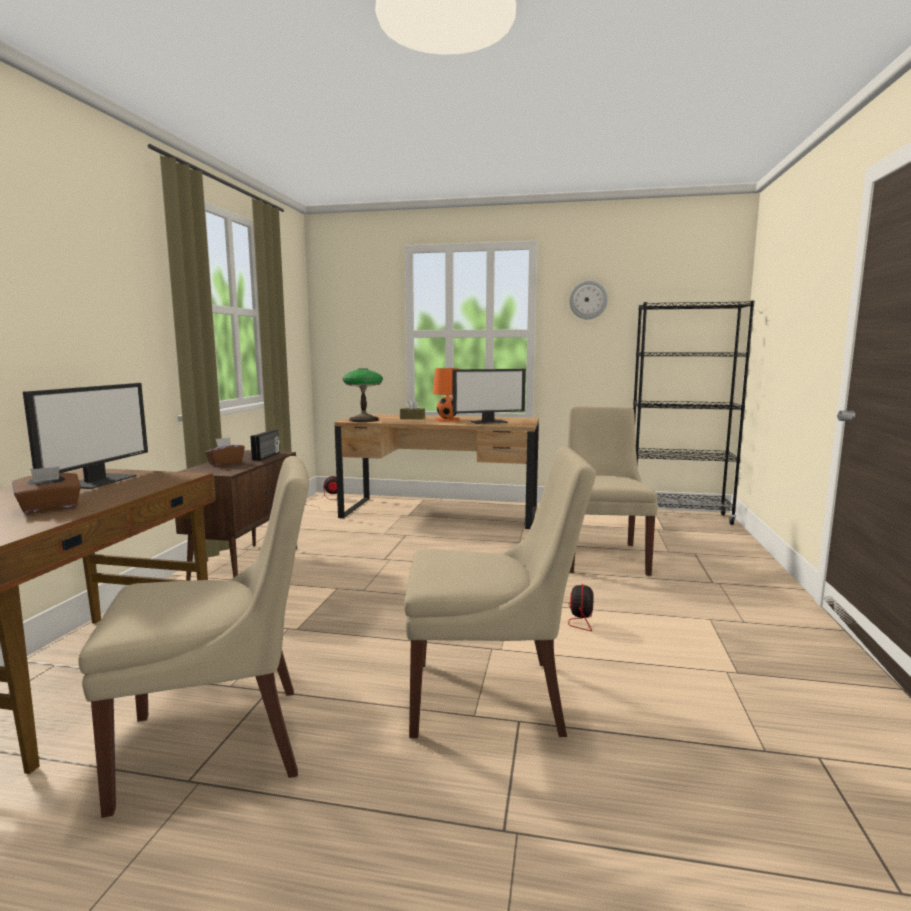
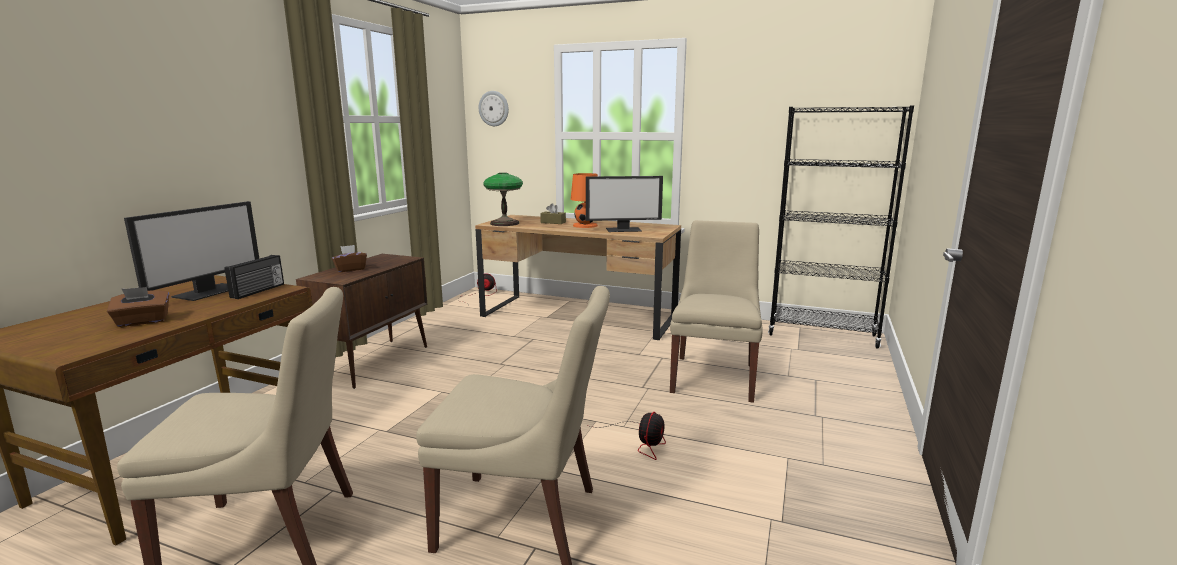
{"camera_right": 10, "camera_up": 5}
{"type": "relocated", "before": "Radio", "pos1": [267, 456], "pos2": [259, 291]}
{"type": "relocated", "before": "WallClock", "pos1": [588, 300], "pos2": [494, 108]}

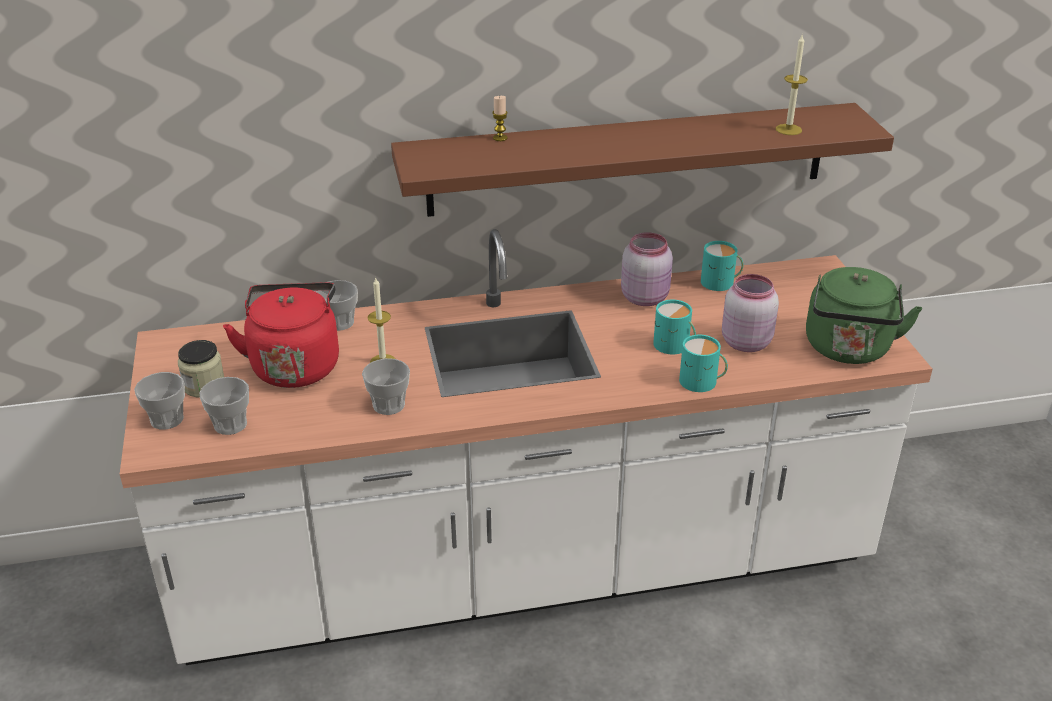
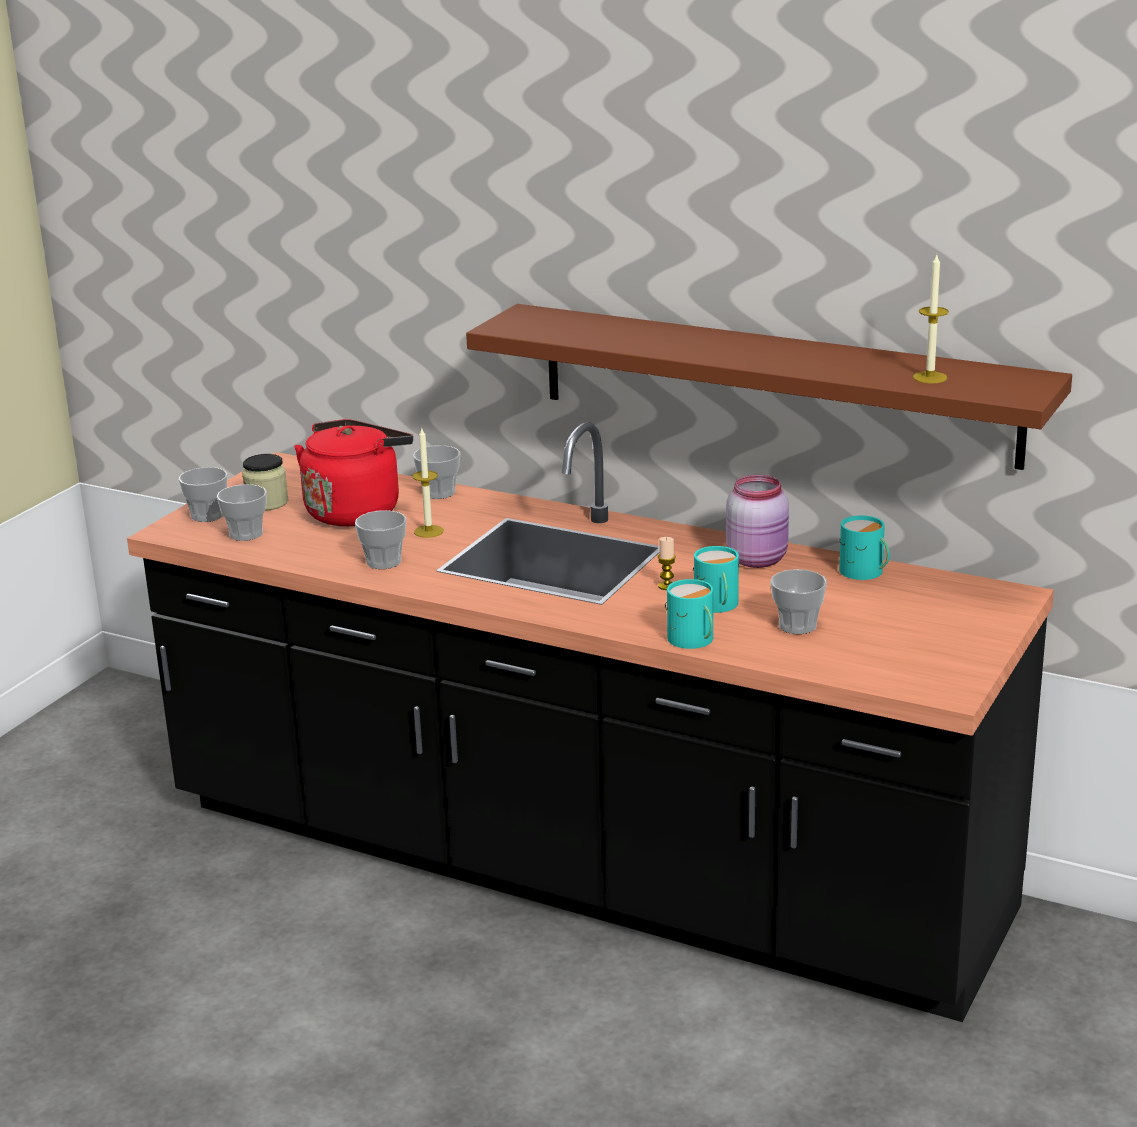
{"camera_right": 40, "camera_up": -10}
{"type": "colour", "before": "WhiteCounter", "after": "BlackCounter", "pos1": [526, 566], "pos2": [578, 865]}
{"type": "relocated", "before": "Candle", "pos1": [500, 138], "pos2": [666, 586]}
{"type": "exchanged", "before": "PinkJar", "after": "Cup", "pos1": [744, 342], "pos2": [797, 625]}
{"type": "missing", "before": "GreenKettle", "pos1": [848, 350]}

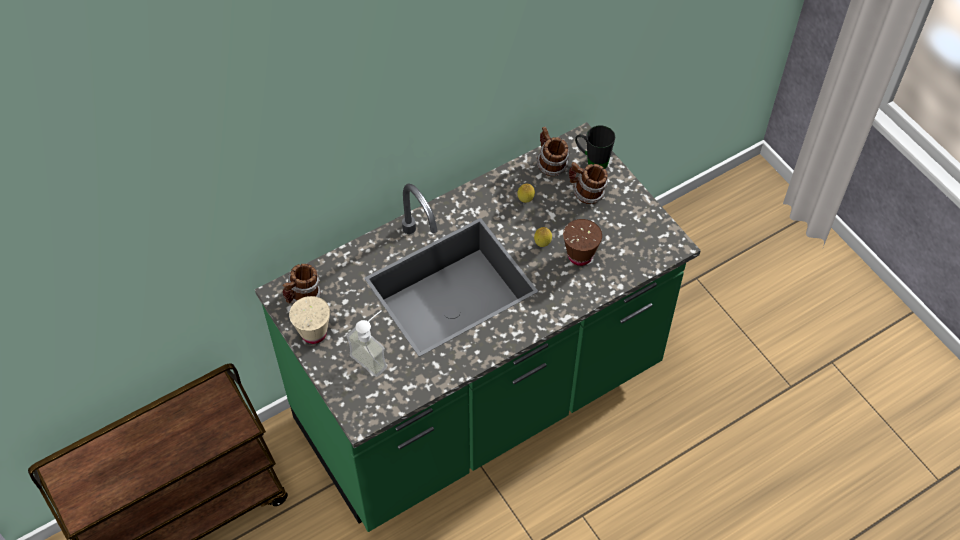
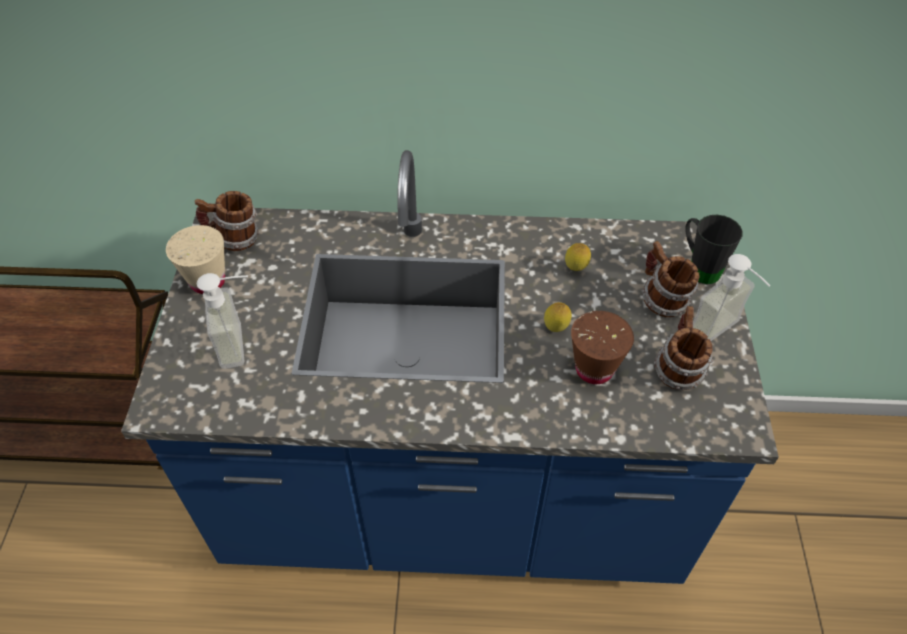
{"camera_right": 35, "camera_up": -5}
{"type": "colour", "before": "GreenCounter", "after": "BlueCounter", "pos1": [480, 399], "pos2": [453, 497]}
{"type": "relocated", "before": "Mug", "pos1": [550, 164], "pos2": [677, 369]}
{"type": "appeared", "after": "SoapDispenser", "pos2": [722, 334]}

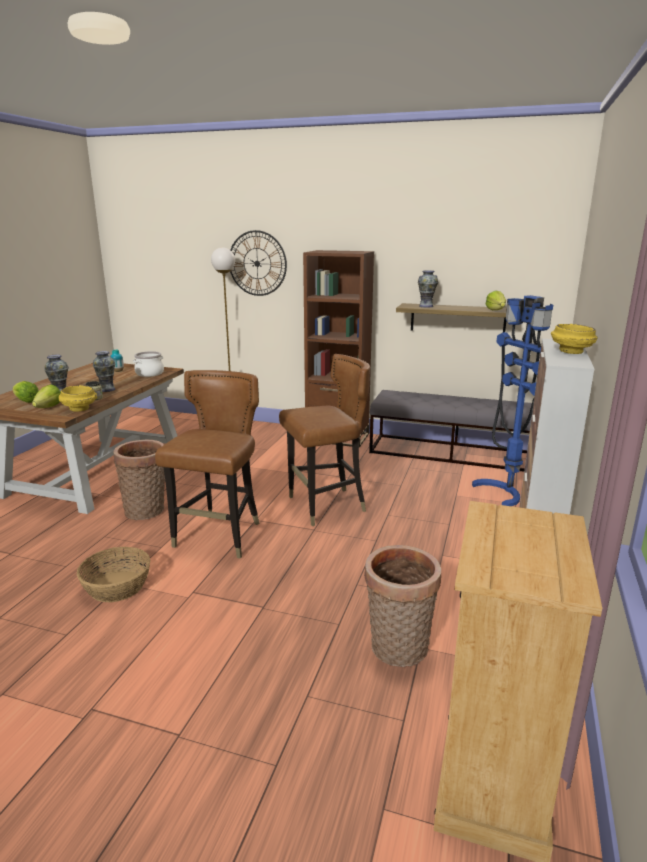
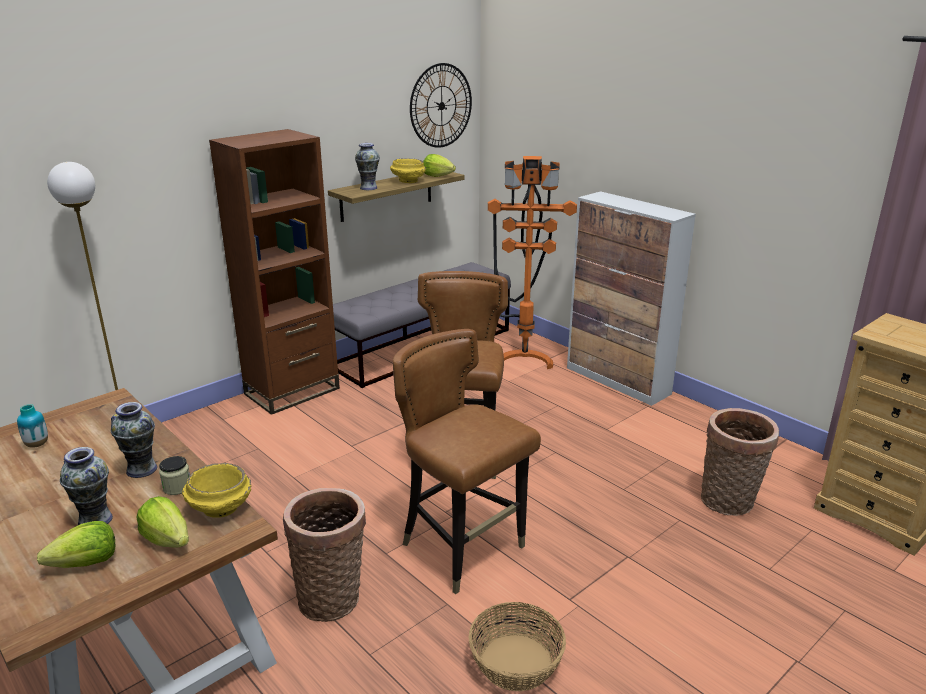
{"camera_right": -60, "camera_up": 5}
{"type": "missing", "before": "CookingPot", "pos1": [150, 374]}
{"type": "relocated", "before": "WallClock", "pos1": [257, 263], "pos2": [441, 106]}
{"type": "colour", "before": "BlueFloorLamp", "after": "OrangeFloorLamp", "pos1": [506, 491], "pos2": [524, 356]}
{"type": "relocated", "before": "YellowBowl", "pos1": [571, 351], "pos2": [408, 181]}

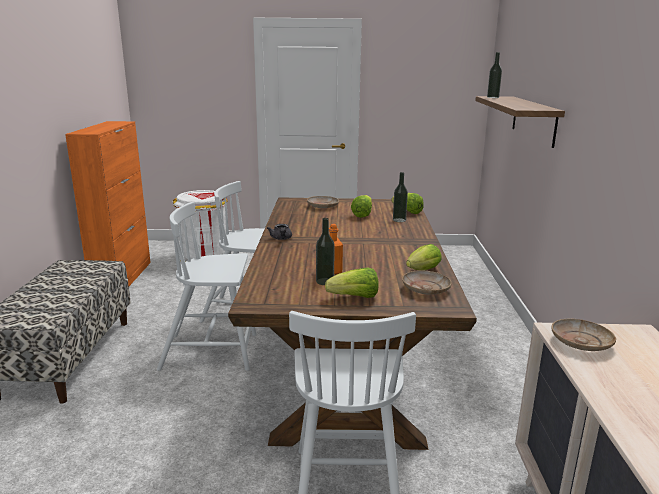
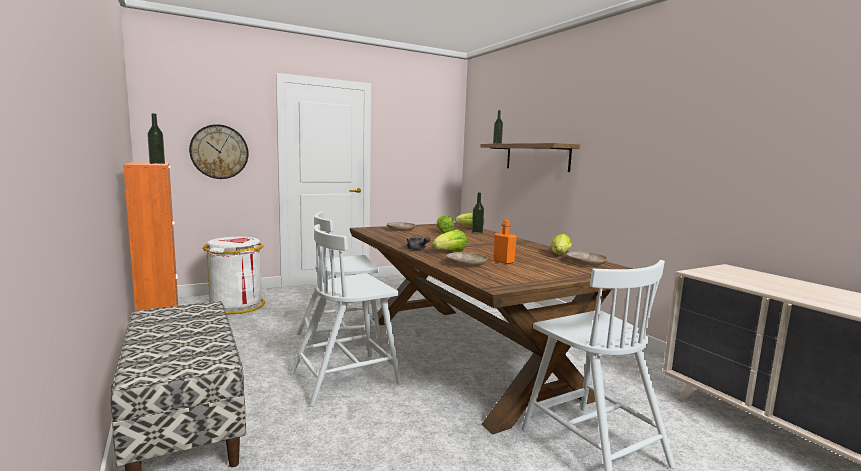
{"camera_right": -30, "camera_up": -10}
{"type": "relocated", "before": "Bottle", "pos1": [325, 281], "pos2": [157, 163]}
{"type": "relocated", "before": "Lettuce", "pos1": [355, 297], "pos2": [450, 252]}
{"type": "relocated", "before": "BeigePlate", "pos1": [580, 342], "pos2": [466, 264]}
{"type": "appeared", "after": "WallClock", "pos2": [219, 152]}

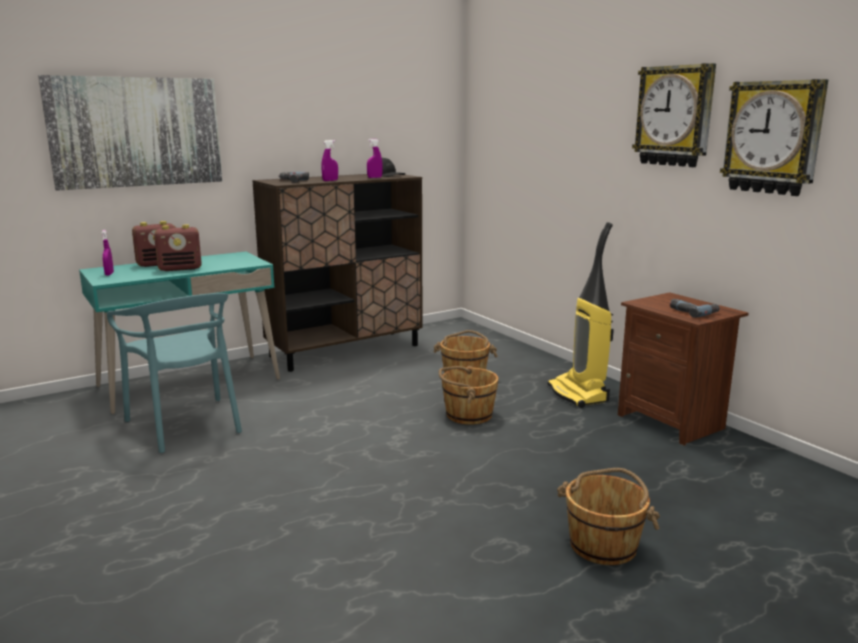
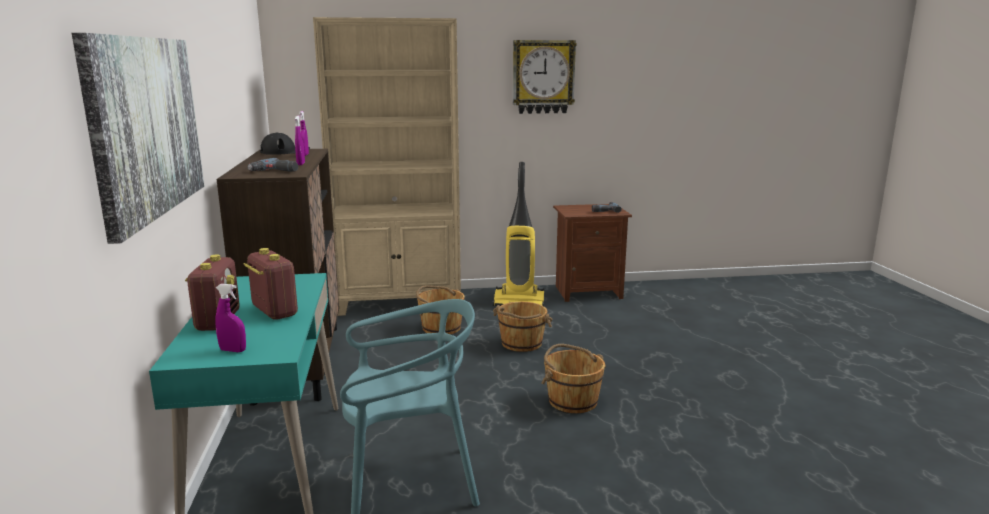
{"camera_right": -65, "camera_up": 0}
{"type": "spun", "before": "Radio", "pos1": [180, 269], "pos2": [274, 311], "turn": -45}
{"type": "relocated", "before": "BrownBucket", "pos1": [604, 545], "pos2": [572, 400]}
{"type": "missing", "before": "WallClock", "pos1": [773, 137]}
{"type": "appeared", "after": "BeigeBookcase", "pos2": [399, 302]}

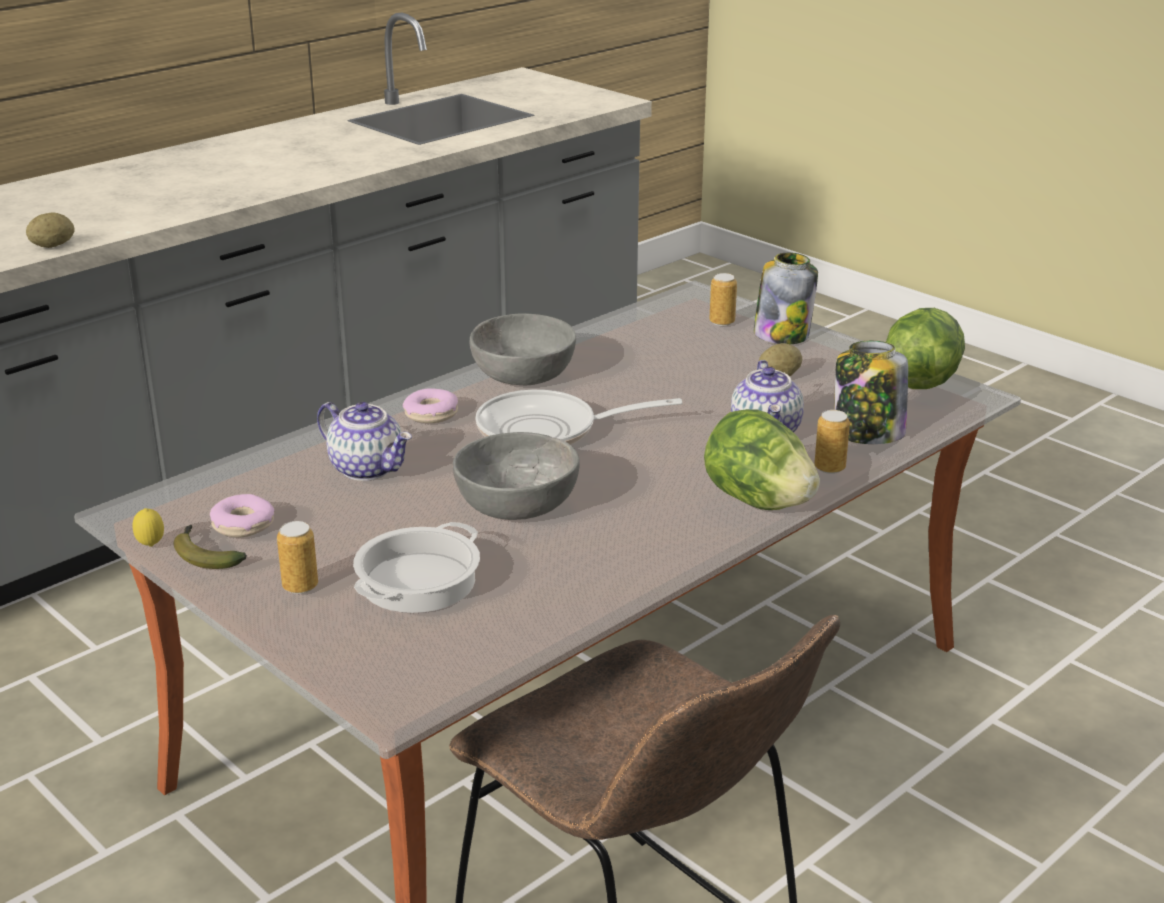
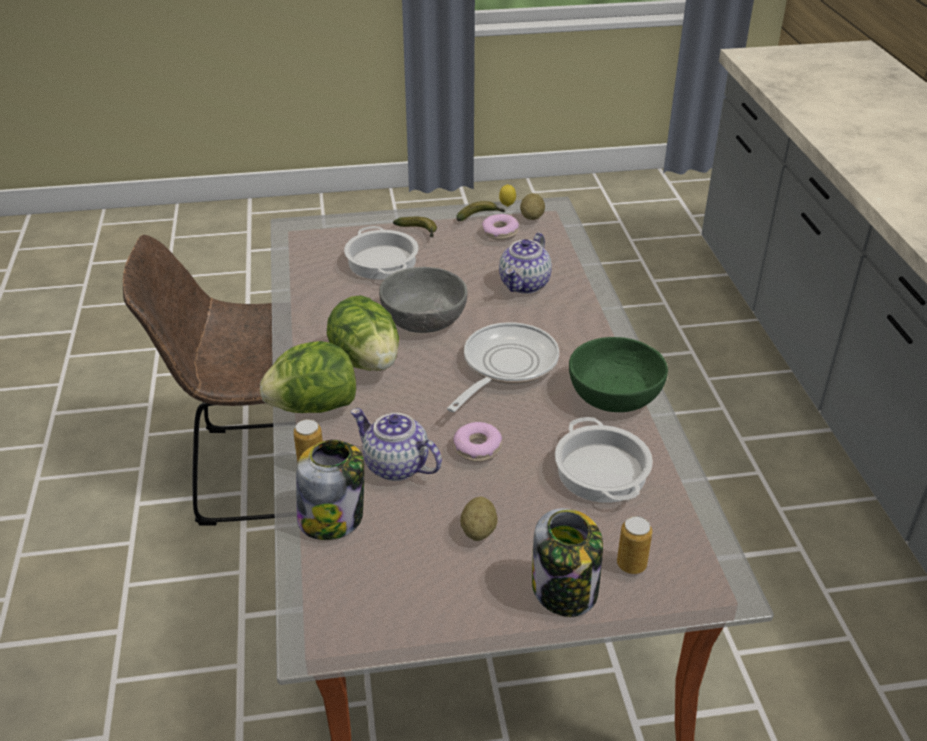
{"camera_right": 125, "camera_up": 10}
{"type": "relocated", "before": "Potato", "pos1": [53, 246], "pos2": [532, 217]}
{"type": "exchanged", "before": "Can", "after": "Banana", "pos1": [300, 586], "pos2": [419, 232]}
{"type": "spun", "before": "Teapot", "pos1": [368, 468], "pos2": [525, 284], "turn": -45}
{"type": "relocated", "before": "Donut", "pos1": [431, 414], "pos2": [477, 448]}
{"type": "colour", "before": "GreyBowl", "after": "GreenBowl", "pos1": [523, 373], "pos2": [614, 394]}
{"type": "relocated", "before": "Lettuce", "pos1": [921, 380], "pos2": [366, 361]}
{"type": "appeared", "after": "CookingPot", "pos2": [603, 472]}

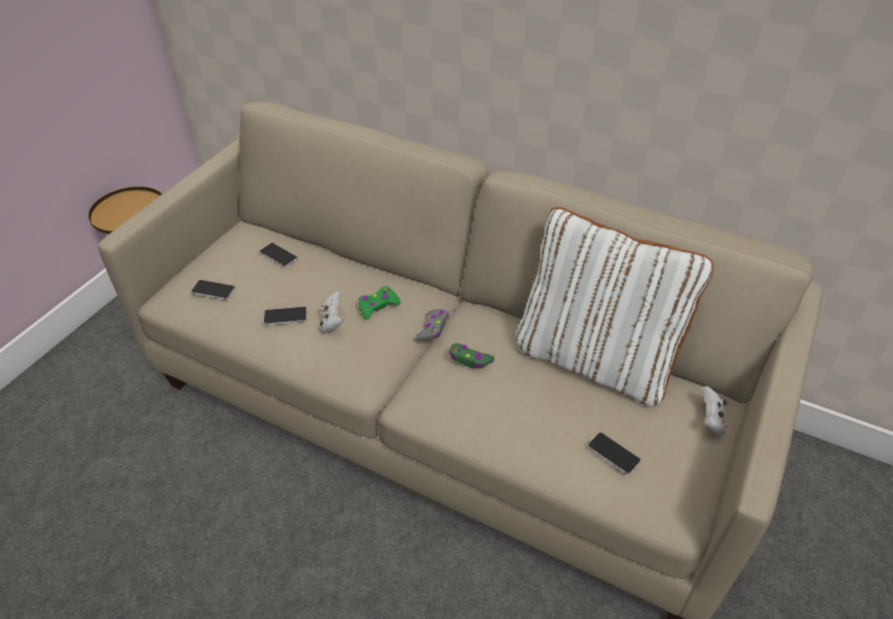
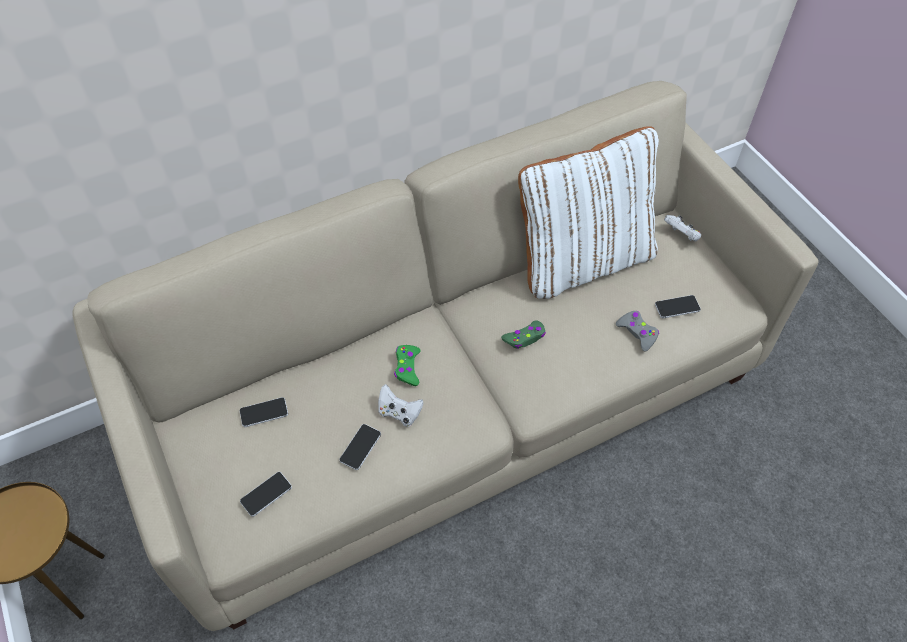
{"camera_right": -55, "camera_up": 10}
{"type": "relocated", "before": "GreyGameController", "pos1": [433, 328], "pos2": [637, 333]}

